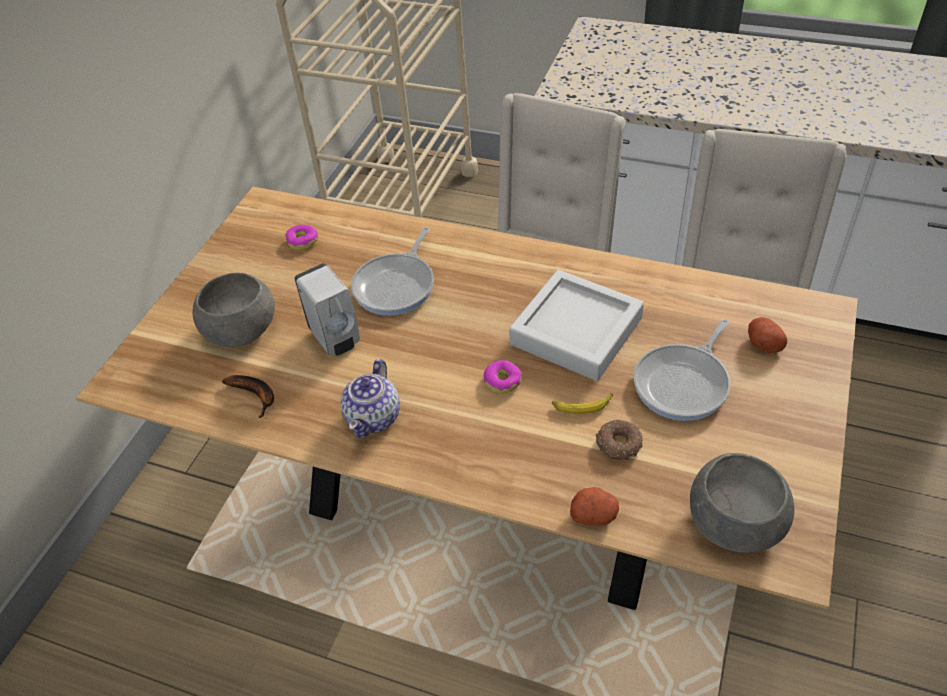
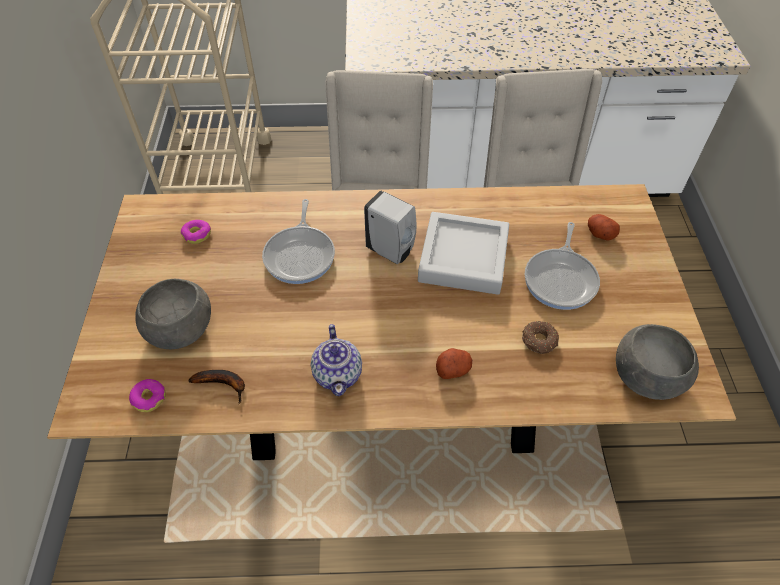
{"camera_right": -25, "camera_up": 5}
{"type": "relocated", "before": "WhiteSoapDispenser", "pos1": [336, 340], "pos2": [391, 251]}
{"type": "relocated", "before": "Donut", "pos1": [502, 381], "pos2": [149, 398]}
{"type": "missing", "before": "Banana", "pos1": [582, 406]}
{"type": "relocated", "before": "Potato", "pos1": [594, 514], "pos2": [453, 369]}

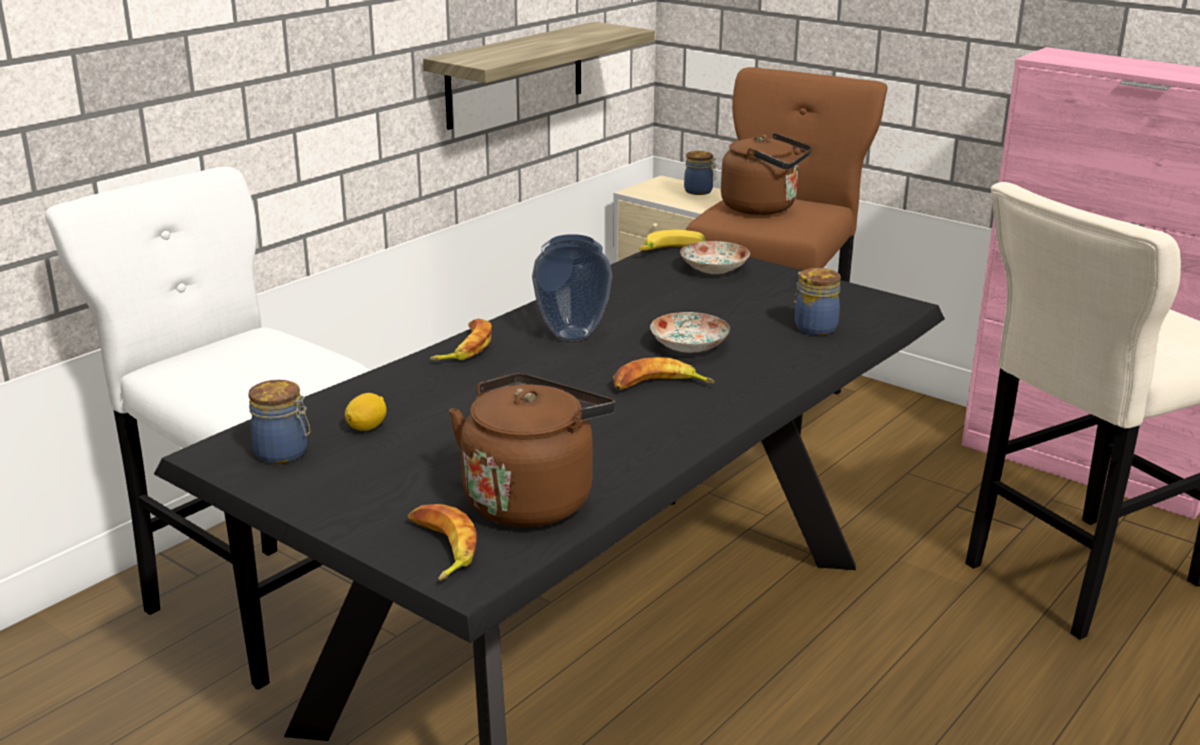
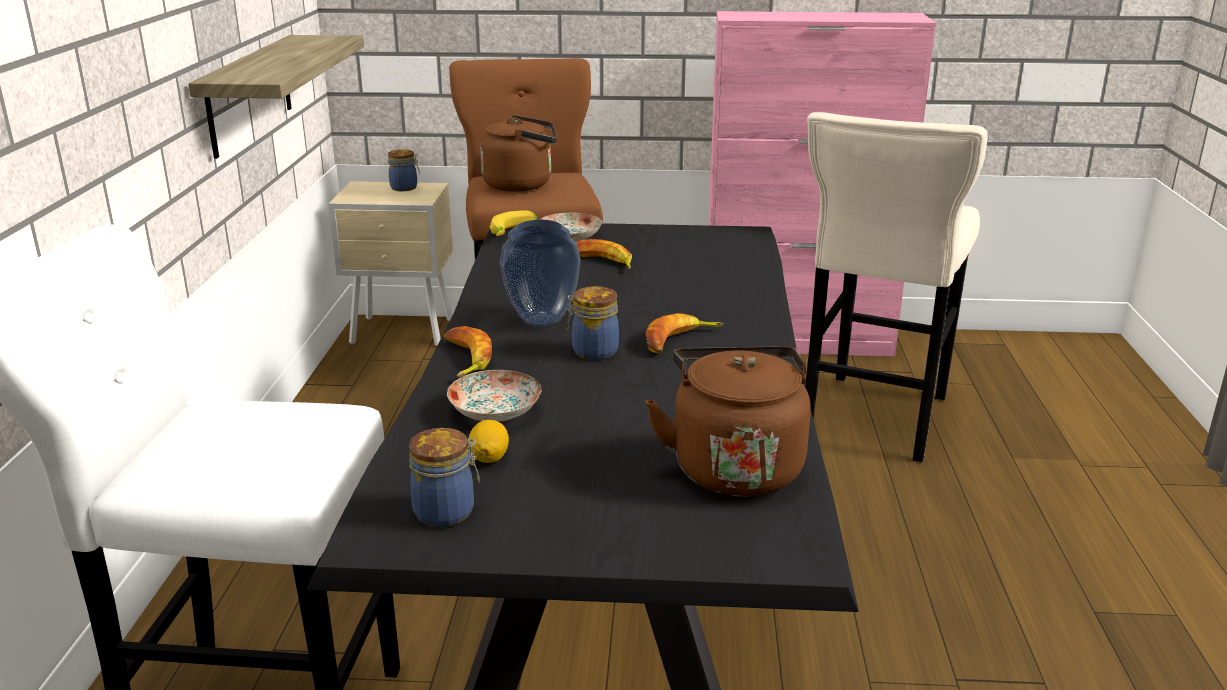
{"camera_right": -35, "camera_up": 0}
{"type": "relocated", "before": "Banana", "pos1": [440, 548], "pos2": [600, 262]}
{"type": "relocated", "before": "Plate", "pos1": [690, 346], "pos2": [496, 412]}
{"type": "relocated", "before": "Jar", "pos1": [814, 327], "pos2": [593, 351]}

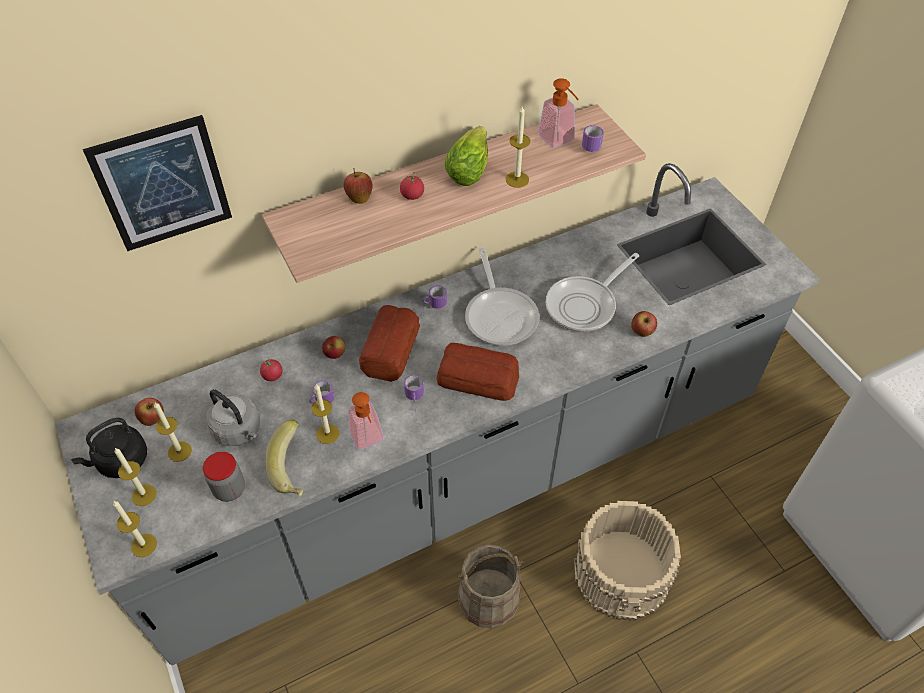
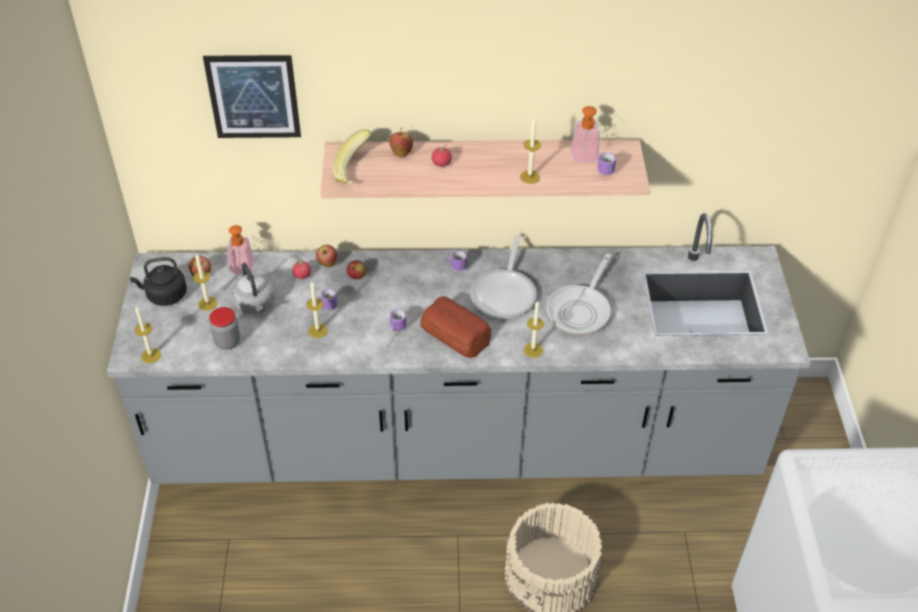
{"camera_right": 25, "camera_up": -5}
{"type": "relocated", "before": "Candle", "pos1": [144, 495], "pos2": [533, 350]}
{"type": "relocated", "before": "Banana", "pos1": [294, 469], "pos2": [355, 171]}
{"type": "relocated", "before": "SoapDispenser", "pos1": [369, 441], "pos2": [241, 270]}
{"type": "missing", "before": "Bread", "pos1": [391, 348]}
{"type": "missing", "before": "Lettuce", "pos1": [470, 167]}
{"type": "missing", "before": "BeigeBucket", "pos1": [488, 598]}
{"type": "spun", "before": "FryingPan", "pos1": [585, 305], "pos2": [581, 310], "turn": -45}
{"type": "relocated", "before": "Apple", "pos1": [641, 332], "pos2": [327, 264]}

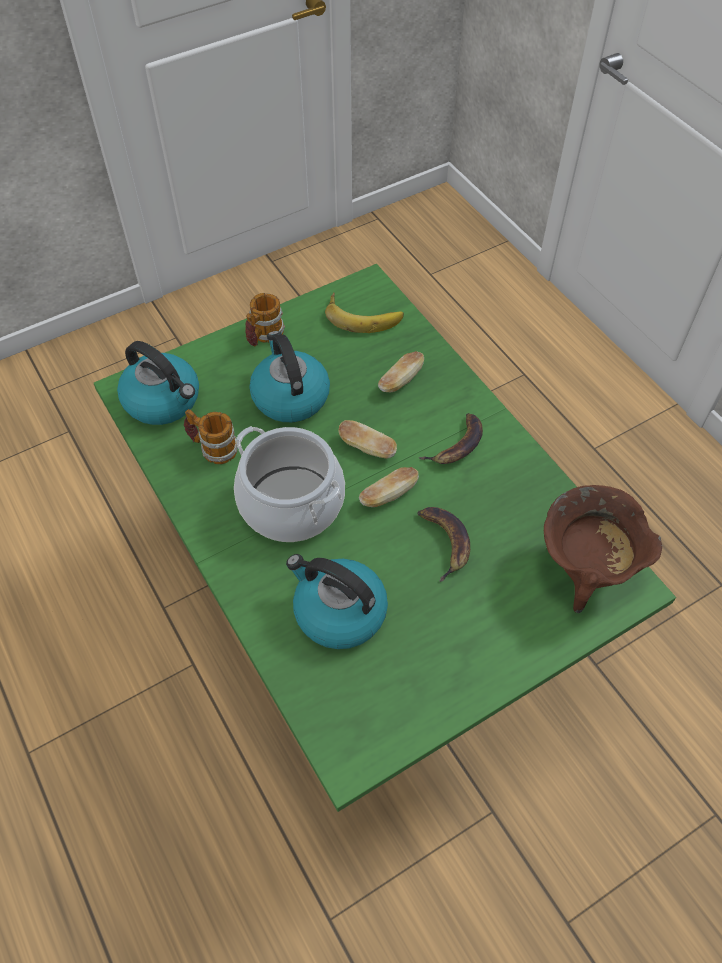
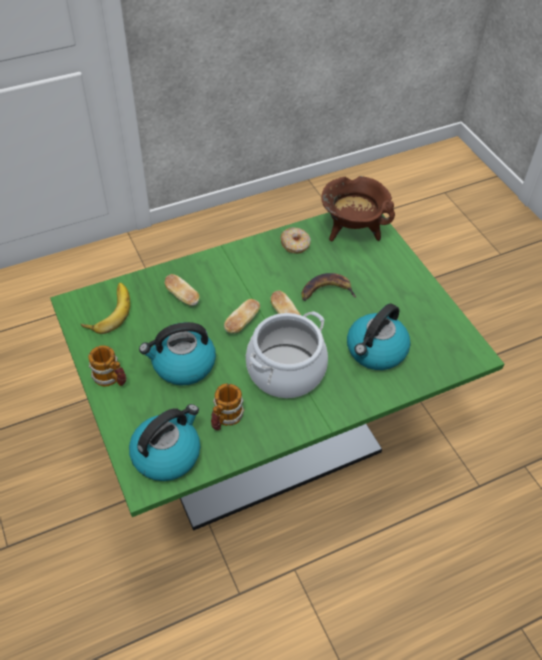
{"camera_right": -85, "camera_up": -5}
{"type": "missing", "before": "Banana", "pos1": [457, 445]}
{"type": "appeared", "after": "Donut", "pos2": [295, 244]}

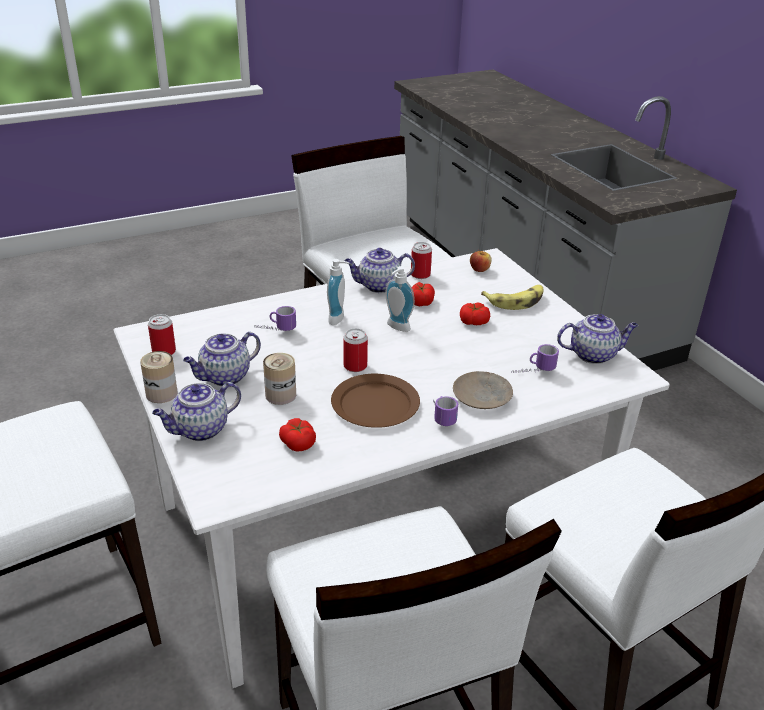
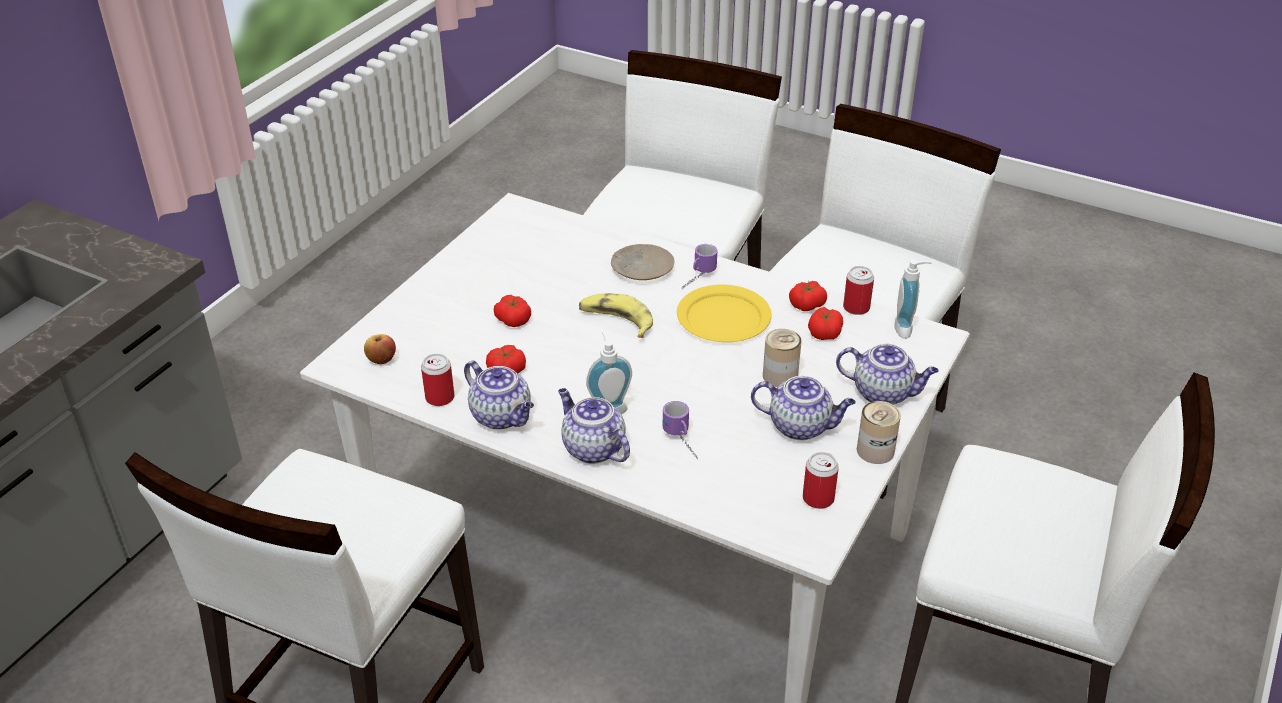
{"camera_right": -125, "camera_up": 5}
{"type": "colour", "before": "BrownPlate", "after": "YellowPlate", "pos1": [375, 404], "pos2": [723, 318]}
{"type": "relocated", "before": "Can", "pos1": [355, 366], "pos2": [856, 308]}
{"type": "relocated", "before": "SoapDispenser", "pos1": [396, 328], "pos2": [907, 328]}
{"type": "relocated", "before": "Banana", "pos1": [516, 301], "pos2": [616, 321]}
{"type": "missing", "before": "Mug", "pos1": [533, 371]}
{"type": "relocated", "before": "Teapot", "pos1": [593, 354], "pos2": [592, 448]}
{"type": "appeared", "after": "Tomato", "pos2": [807, 304]}

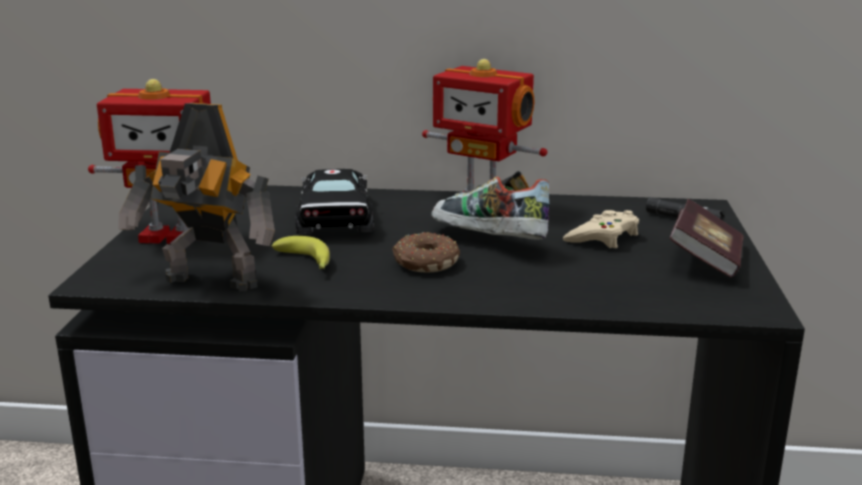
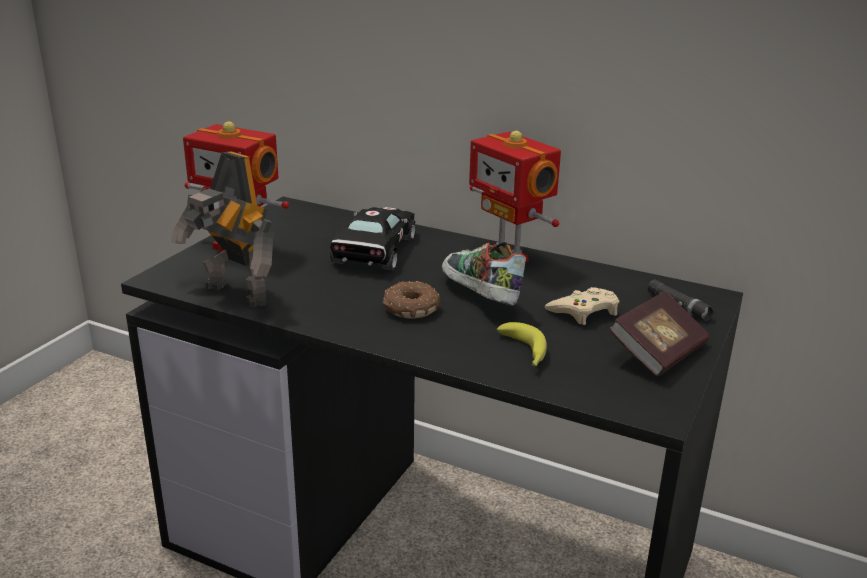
{"camera_right": 20, "camera_up": 5}
{"type": "relocated", "before": "Banana", "pos1": [306, 263], "pos2": [524, 353]}

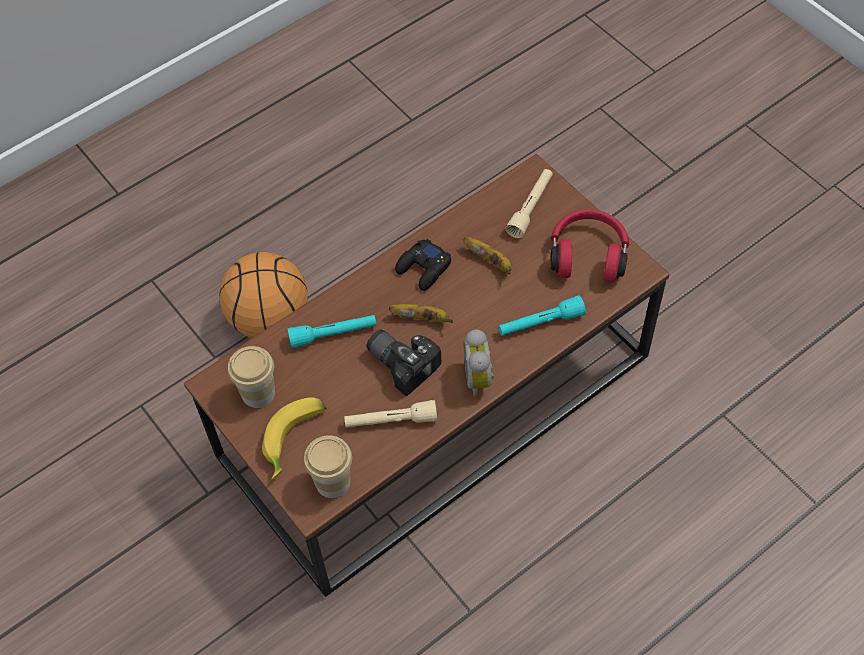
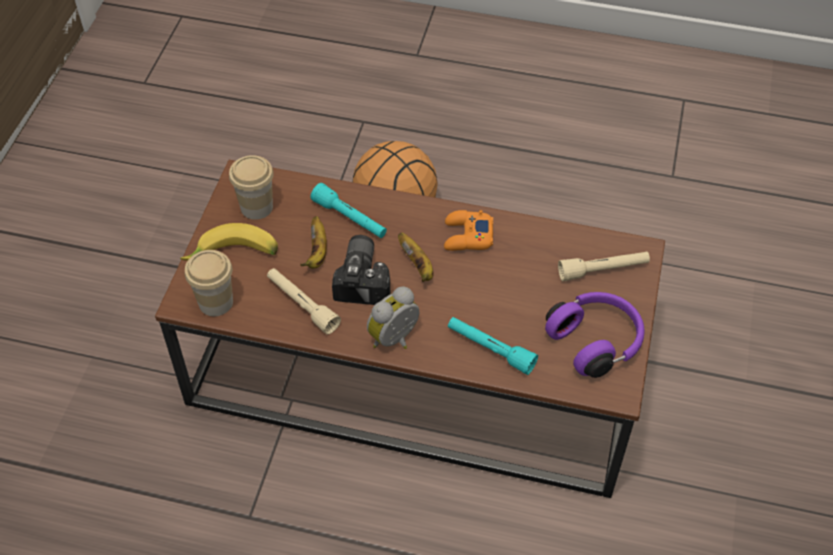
{"camera_right": 50, "camera_up": -5}
{"type": "colour", "before": "BlackGameController", "after": "OrangeGameController", "pos1": [424, 268], "pos2": [467, 236]}
{"type": "relocated", "before": "Banana", "pos1": [490, 261], "pos2": [317, 252]}
{"type": "colour", "before": "RedHeadphones", "after": "PurpleHeadphones", "pos1": [588, 254], "pos2": [596, 341]}

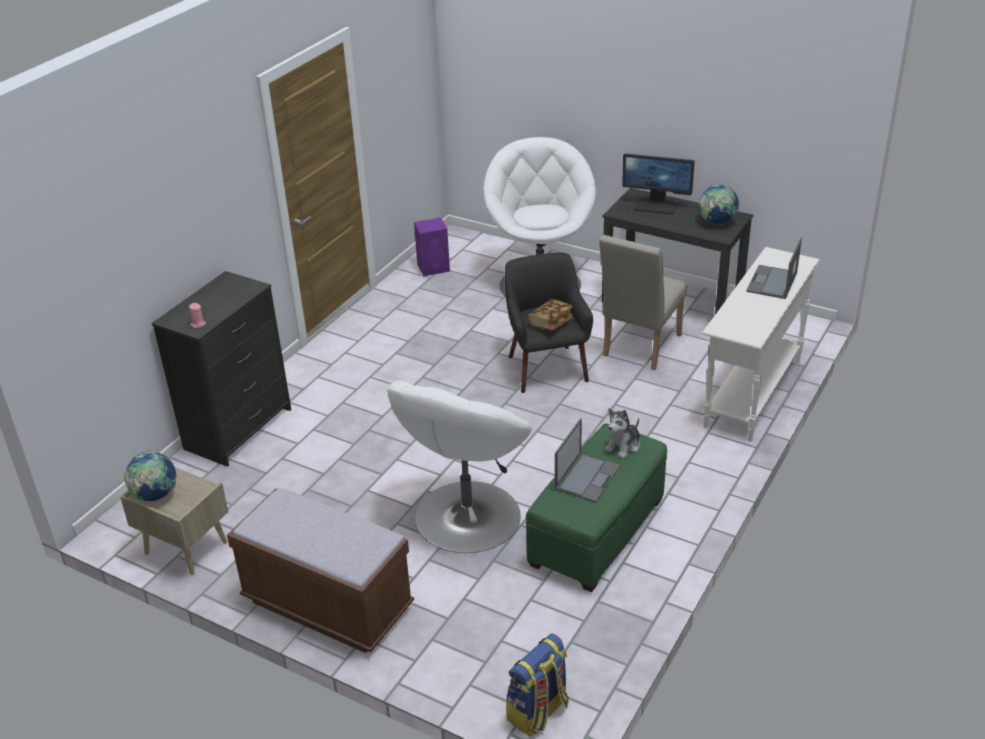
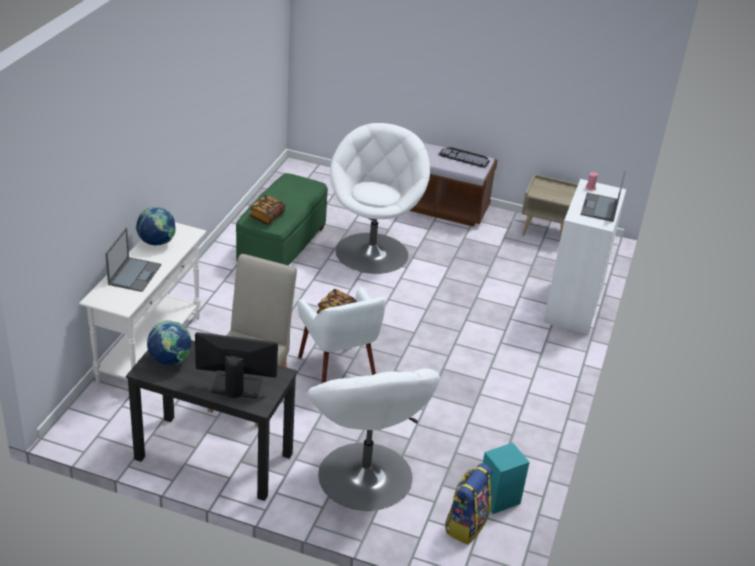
{"camera_right": 165, "camera_up": 0}
{"type": "relocated", "before": "Globe", "pos1": [155, 496], "pos2": [157, 243]}
{"type": "colour", "before": "BlackDresser", "after": "WhiteDresser", "pos1": [239, 429], "pos2": [572, 305]}
{"type": "colour", "before": "PurpleSpeaker", "after": "TurquoiseSpeaker", "pos1": [434, 267], "pos2": [497, 499]}
{"type": "colour", "before": "BlackArmchair", "after": "WhiteArmchair", "pos1": [546, 368], "pos2": [338, 368]}
{"type": "relocated", "before": "Backpack", "pos1": [538, 712], "pos2": [466, 524]}
{"type": "relocated", "before": "Laptop", "pos1": [587, 477], "pos2": [600, 208]}
{"type": "exchanged", "before": "PlushToy", "after": "Book", "pos1": [623, 446], "pos2": [267, 216]}
{"type": "appeared", "after": "Keyboard", "pos2": [465, 157]}

